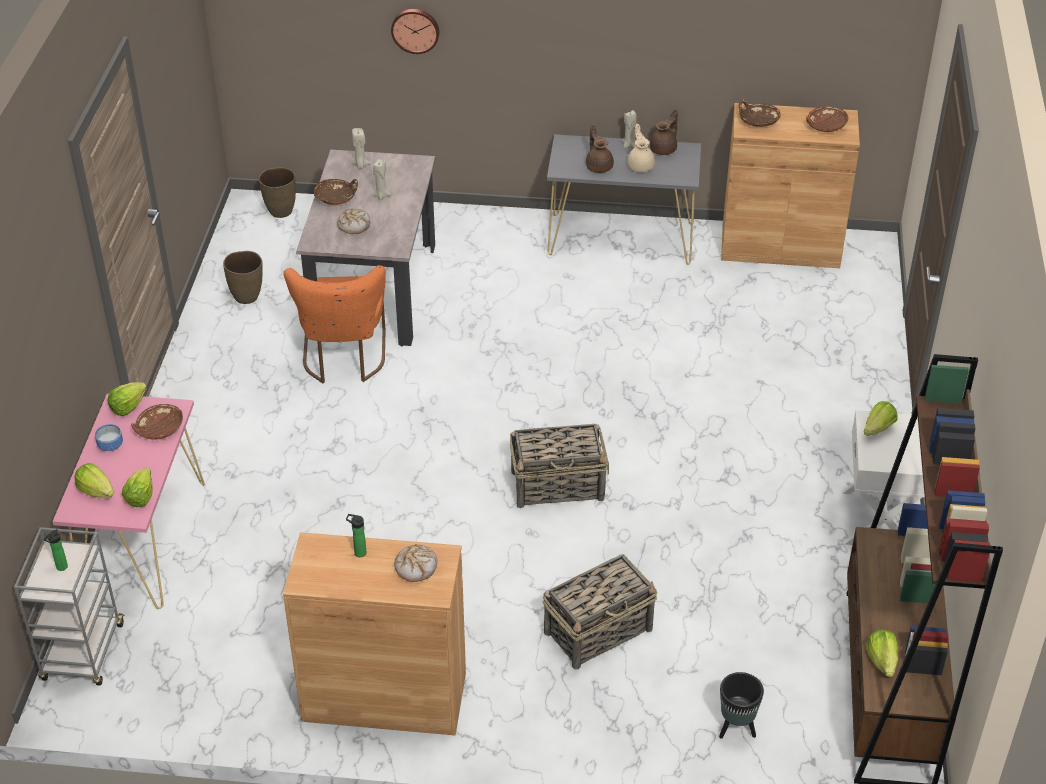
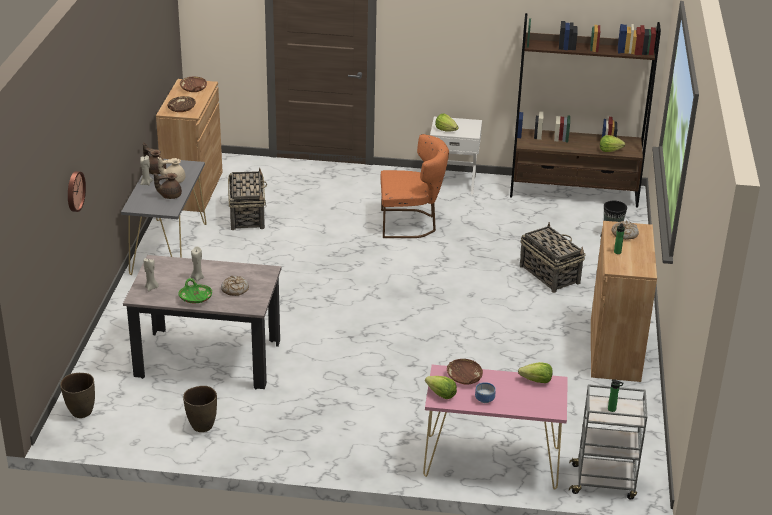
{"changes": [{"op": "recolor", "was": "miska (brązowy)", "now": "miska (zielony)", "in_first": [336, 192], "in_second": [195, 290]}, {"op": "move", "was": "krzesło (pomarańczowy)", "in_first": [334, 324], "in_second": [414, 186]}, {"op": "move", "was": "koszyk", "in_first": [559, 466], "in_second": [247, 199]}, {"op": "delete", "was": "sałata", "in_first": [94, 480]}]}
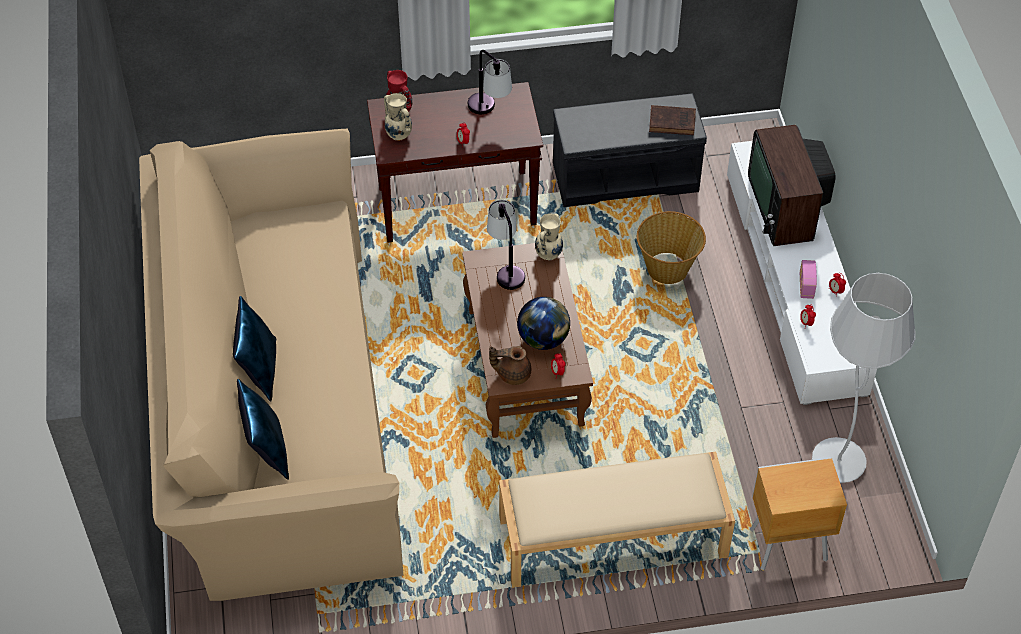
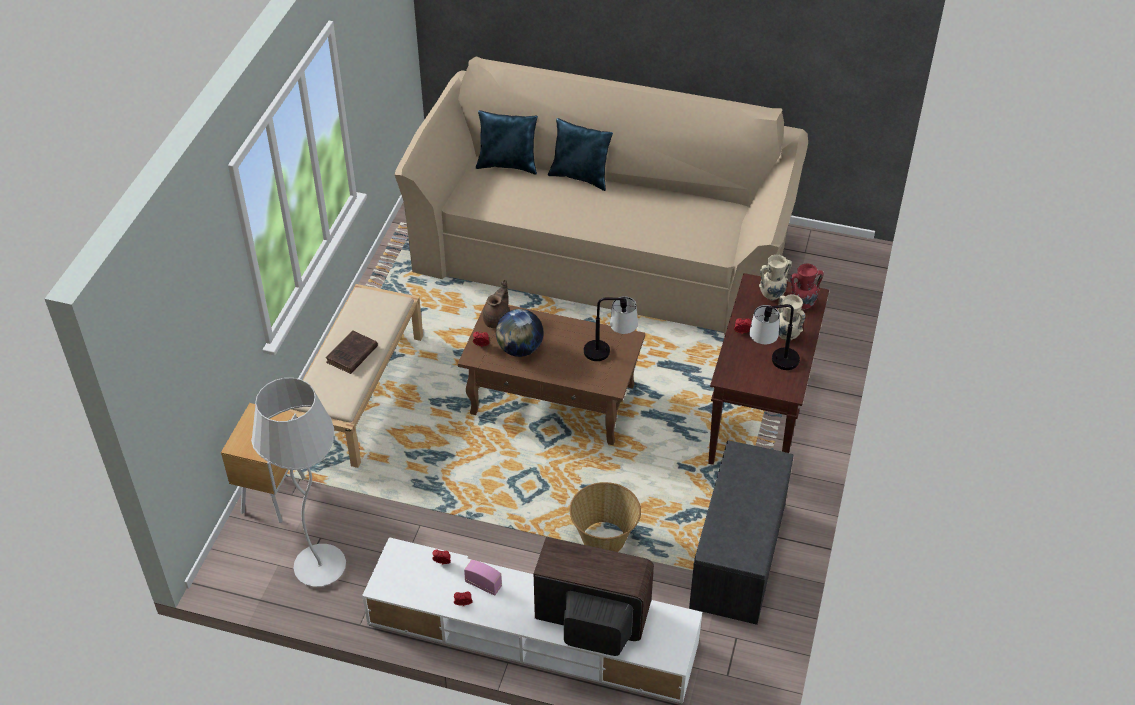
{"changes": [{"op": "move", "was": "książka (brązowy)", "in_first": [672, 120], "in_second": [352, 352]}, {"op": "move", "was": "wazon (beżowy)", "in_first": [549, 237], "in_second": [791, 317]}]}
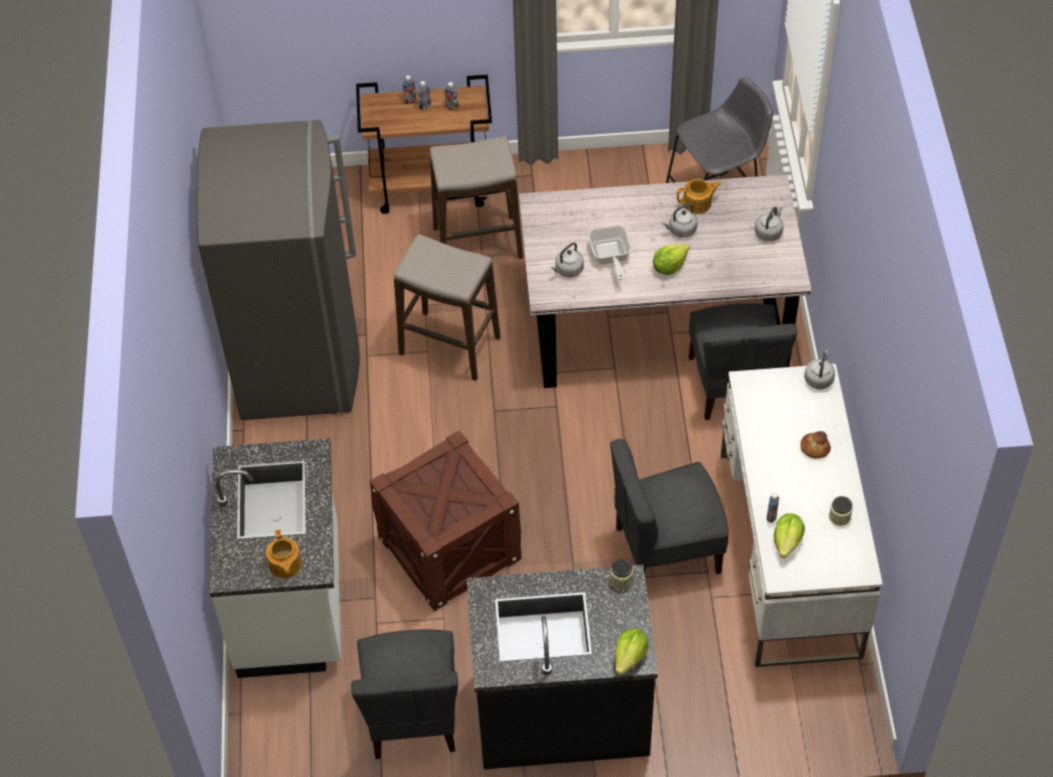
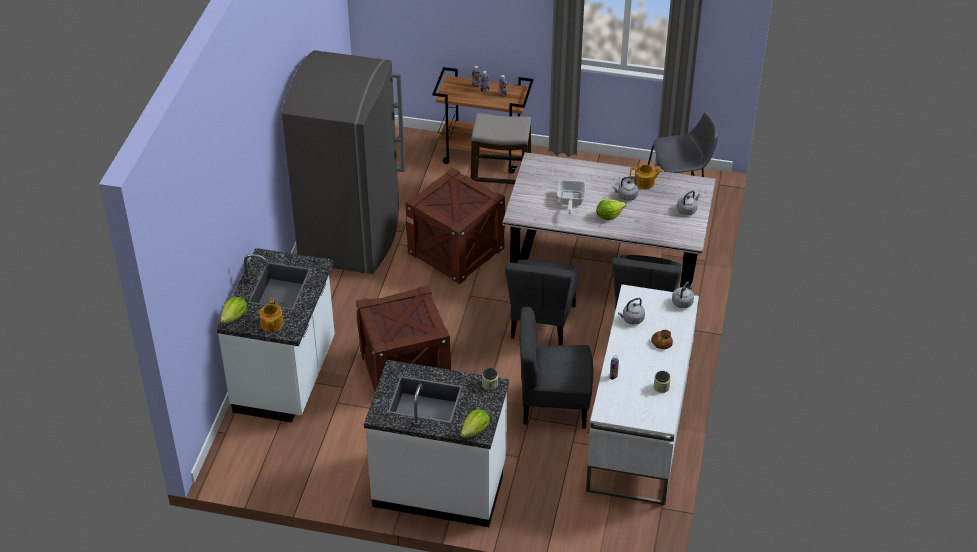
{"changes": [{"op": "replace", "was": "stołek", "now": "skrzynka", "in_first": [447, 308], "in_second": [455, 226]}, {"op": "move", "was": "czajnik (szary)", "in_first": [567, 259], "in_second": [631, 311]}, {"op": "move", "was": "sałata", "in_first": [789, 535], "in_second": [233, 310]}, {"op": "recolor", "was": "zabudowa kuchenna (czarny)", "now": "zabudowa kuchenna (biały)", "in_first": [562, 667], "in_second": [436, 443]}, {"op": "move", "was": "krzesło (szary)", "in_first": [404, 694], "in_second": [542, 302]}]}
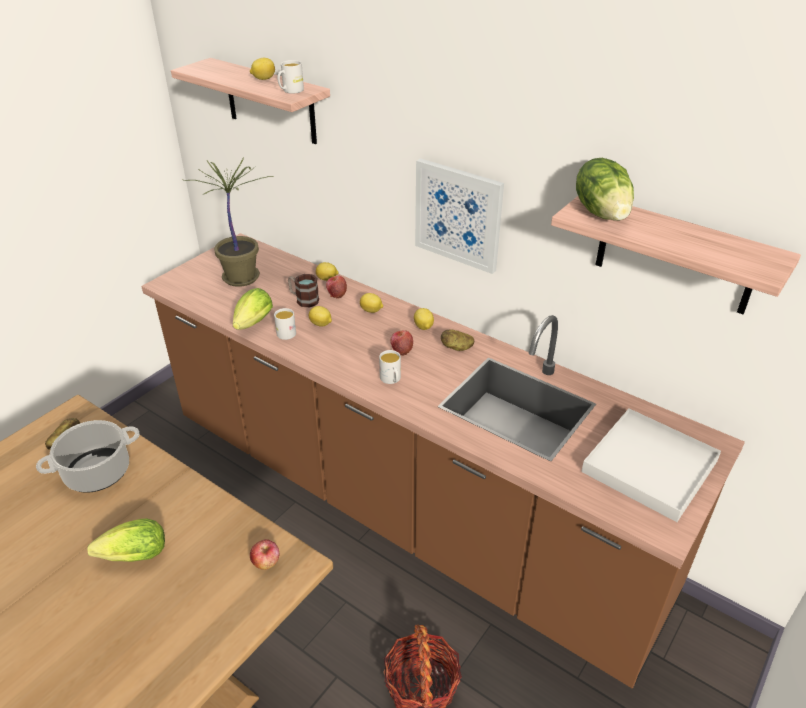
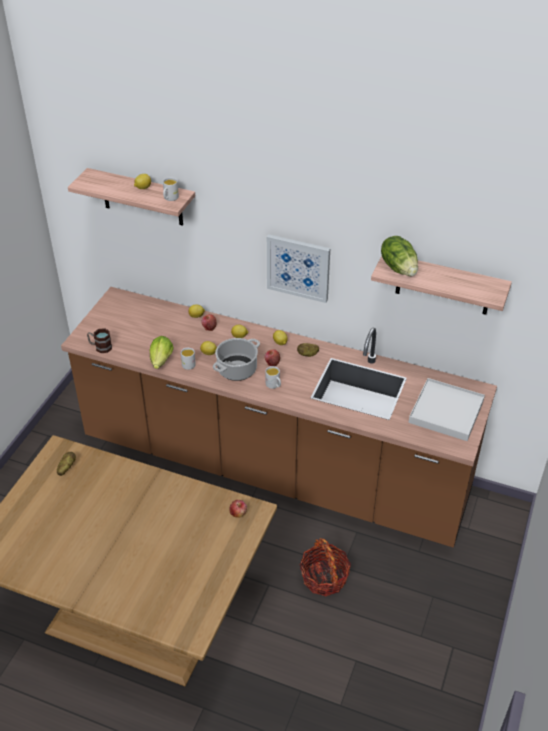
{"changes": [{"op": "delete", "was": "roślina doniczkowa", "in_first": [228, 222]}, {"op": "move", "was": "kubek", "in_first": [303, 290], "in_second": [99, 340]}, {"op": "move", "was": "garnek", "in_first": [88, 456], "in_second": [236, 359]}, {"op": "delete", "was": "sałata", "in_first": [126, 540]}]}
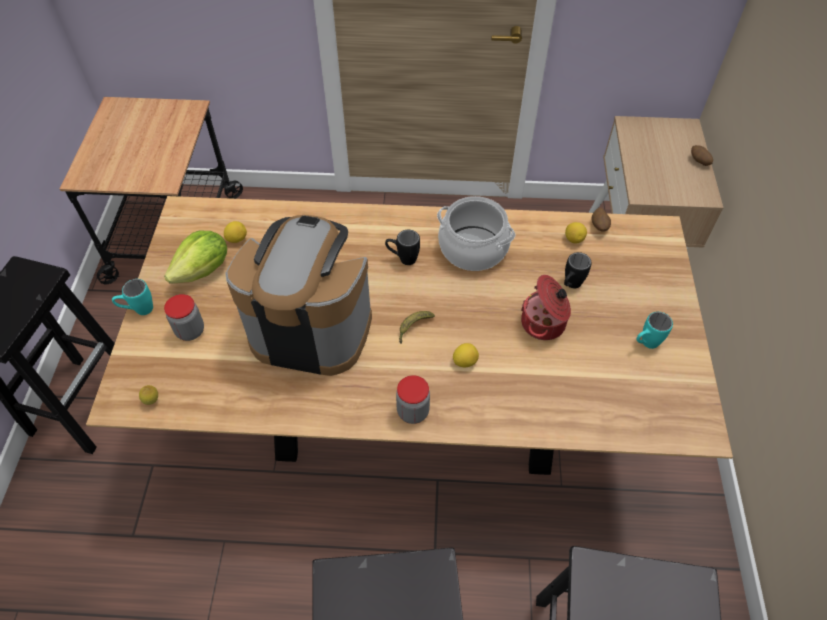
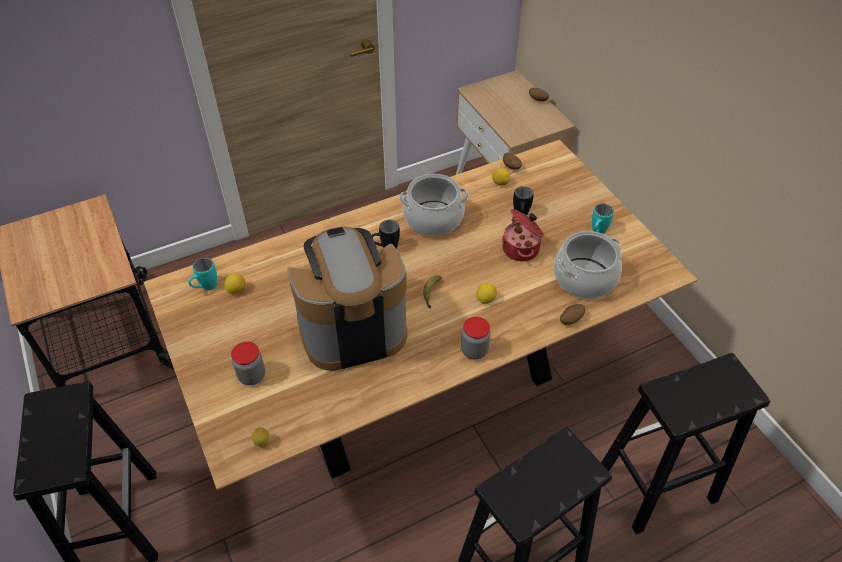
{"changes": [{"op": "delete", "was": "sałata", "in_first": [195, 257]}, {"op": "move", "was": "kubek (turkusowy)", "in_first": [132, 297], "in_second": [202, 274]}, {"op": "insert", "now": "garnek", "in_second": [588, 265]}, {"op": "insert", "now": "ziemniak", "in_second": [572, 314]}]}
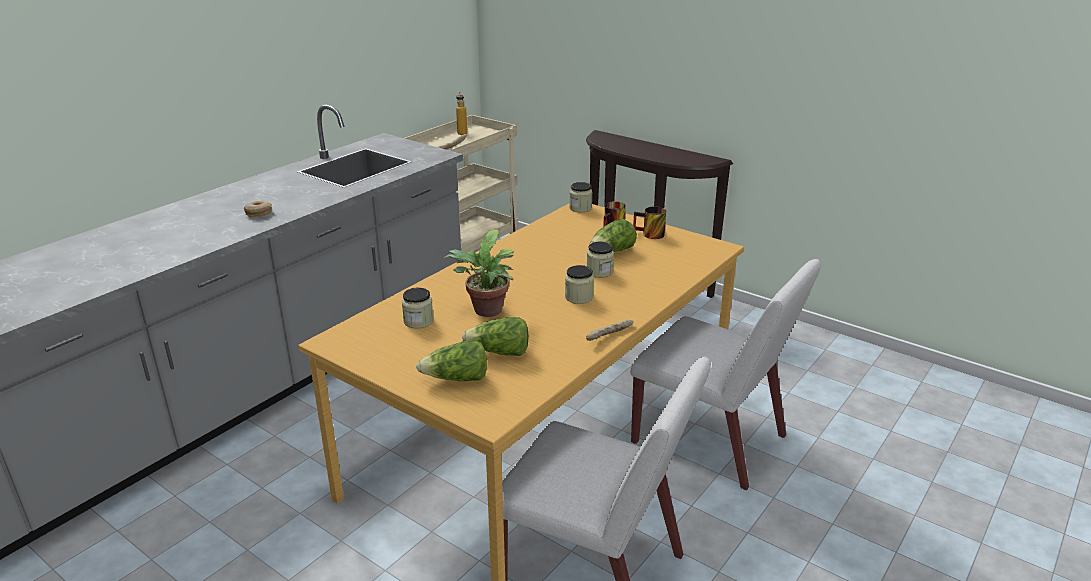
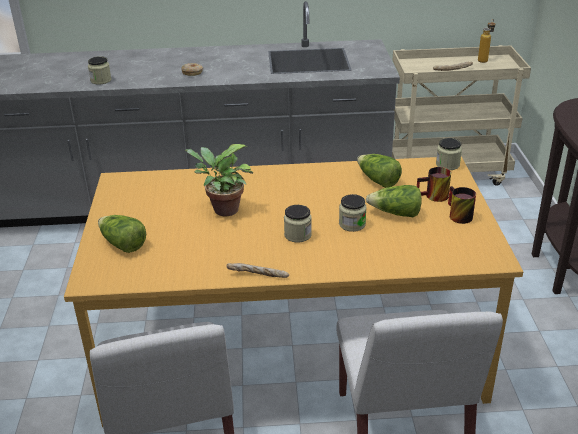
{"changes": [{"op": "move", "was": "słoik", "in_first": [418, 308], "in_second": [99, 70]}, {"op": "move", "was": "sałata", "in_first": [495, 336], "in_second": [379, 171]}]}
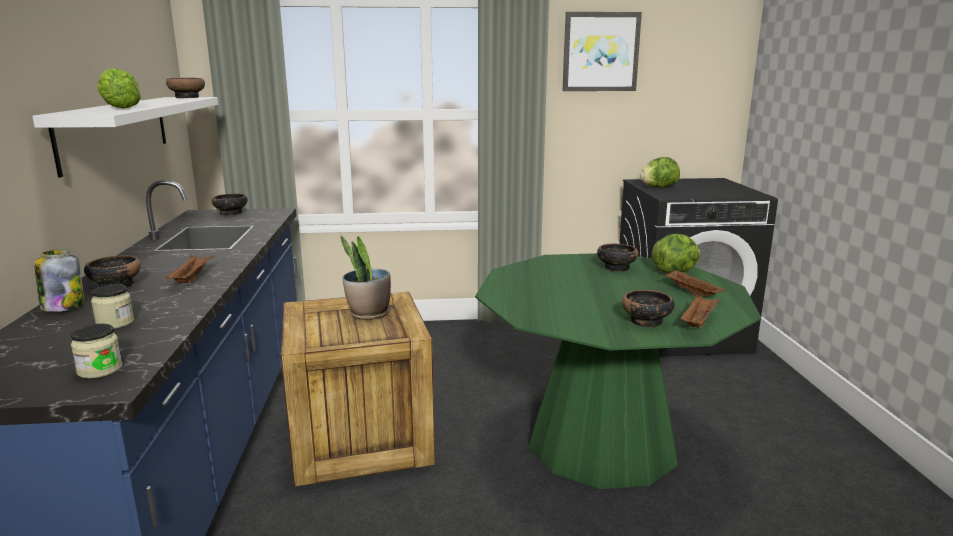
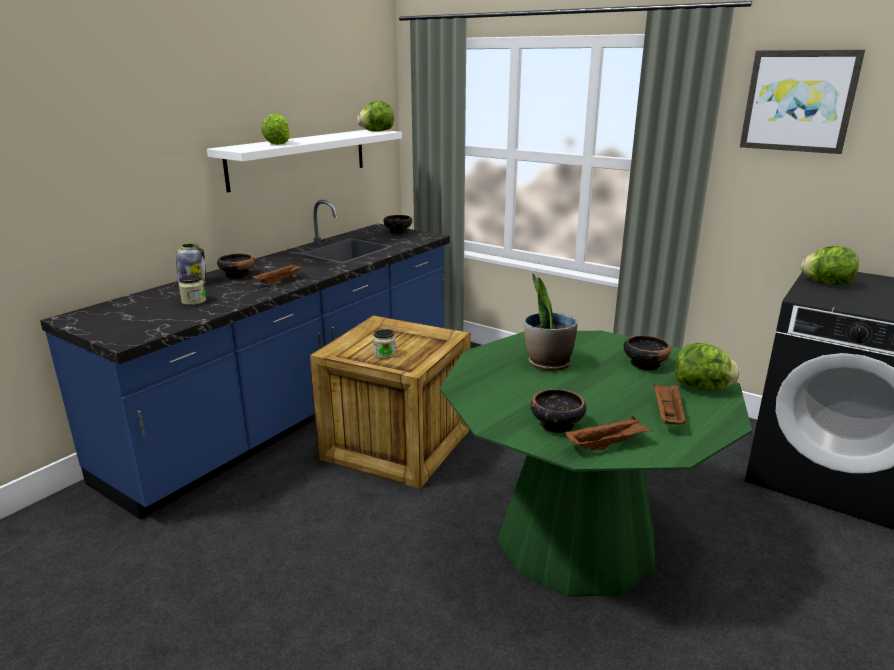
{"changes": [{"op": "replace", "was": "miska", "now": "sałata", "in_first": [185, 88], "in_second": [375, 116]}, {"op": "move", "was": "roślina doniczkowa", "in_first": [366, 278], "in_second": [551, 322]}, {"op": "move", "was": "słoik", "in_first": [96, 351], "in_second": [384, 344]}]}
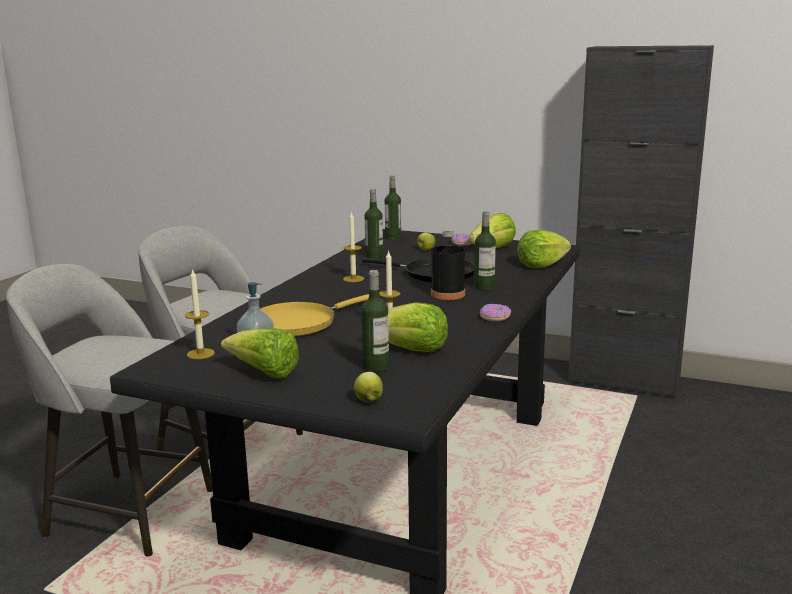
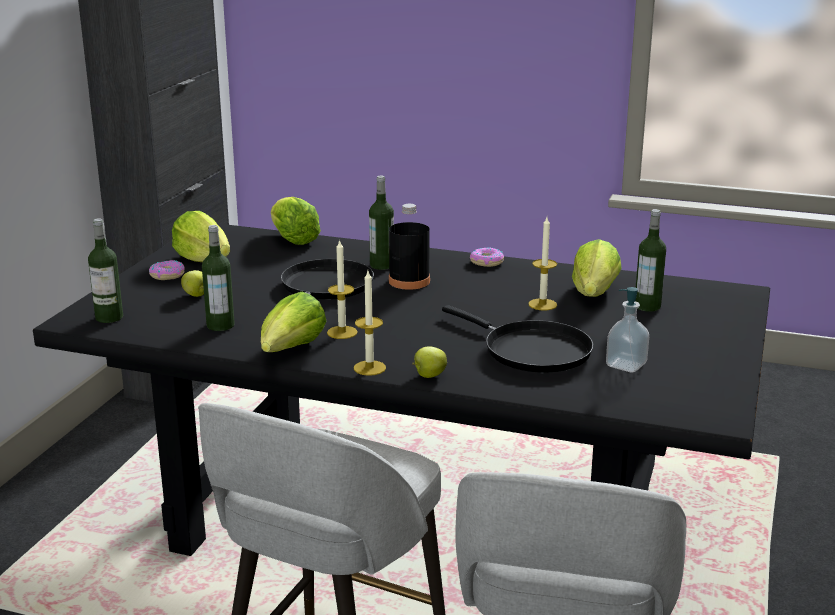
{"changes": [{"op": "move", "was": "świeca", "in_first": [200, 313], "in_second": [370, 323]}, {"op": "recolor", "was": "patelnia (żółty)", "now": "patelnia (czarny)", "in_first": [314, 315], "in_second": [517, 339]}, {"op": "move", "was": "sałata", "in_first": [260, 353], "in_second": [294, 322]}, {"op": "move", "was": "jabłko", "in_first": [368, 387], "in_second": [429, 362]}]}
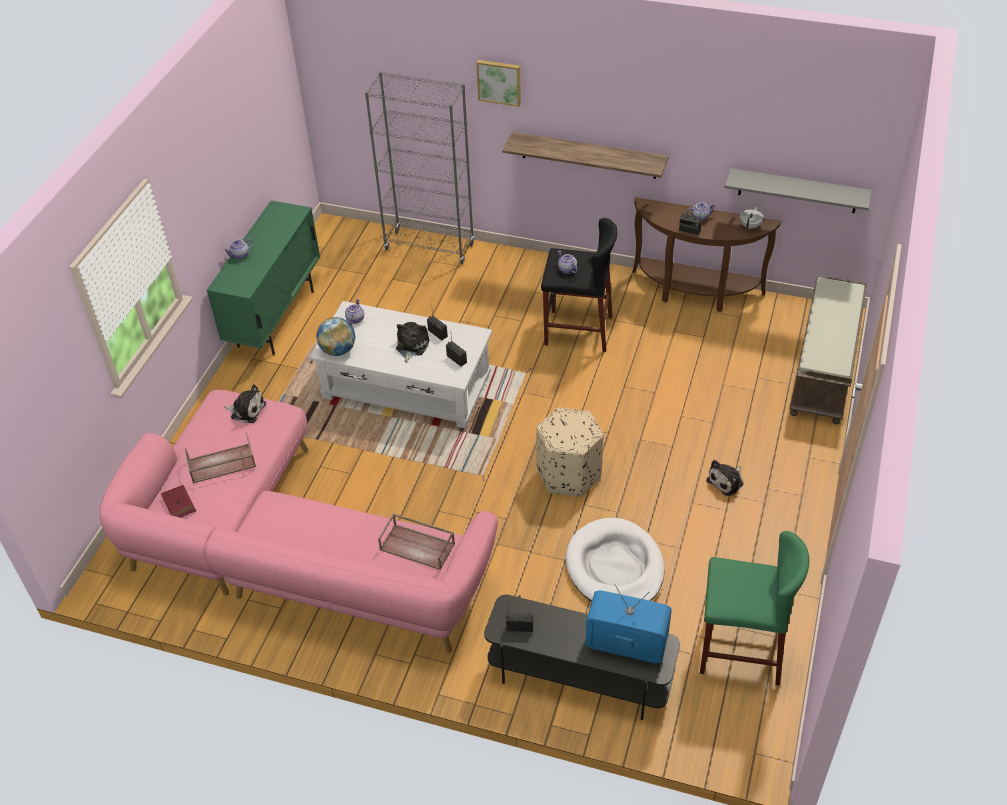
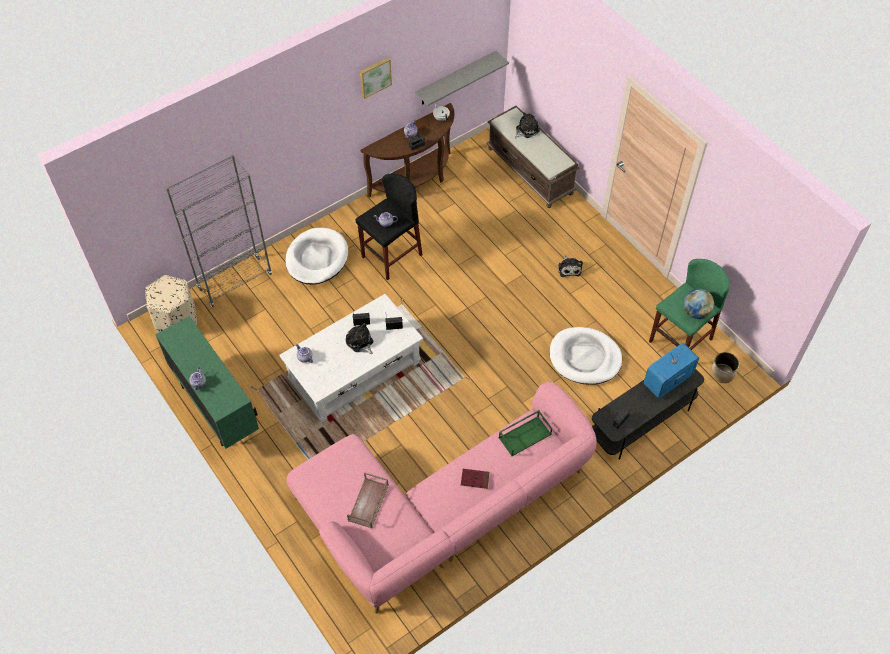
{"changes": [{"op": "move", "was": "obraz", "in_first": [498, 83], "in_second": [376, 78]}, {"op": "delete", "was": "półka", "in_first": [585, 155]}, {"op": "move", "was": "globus", "in_first": [336, 336], "in_second": [698, 304]}, {"op": "move", "was": "pluszak", "in_first": [244, 403], "in_second": [527, 125]}, {"op": "move", "was": "pufa (beżowy)", "in_first": [570, 452], "in_second": [171, 304]}, {"op": "move", "was": "książka (czerwony)", "in_first": [178, 501], "in_second": [475, 479]}, {"op": "recolor", "was": "taca (brązowy)", "now": "taca (zielony)", "in_first": [416, 541], "in_second": [525, 433]}, {"op": "insert", "now": "legowisko (biały)", "in_second": [316, 256]}, {"op": "insert", "now": "donica", "in_second": [724, 367]}]}
